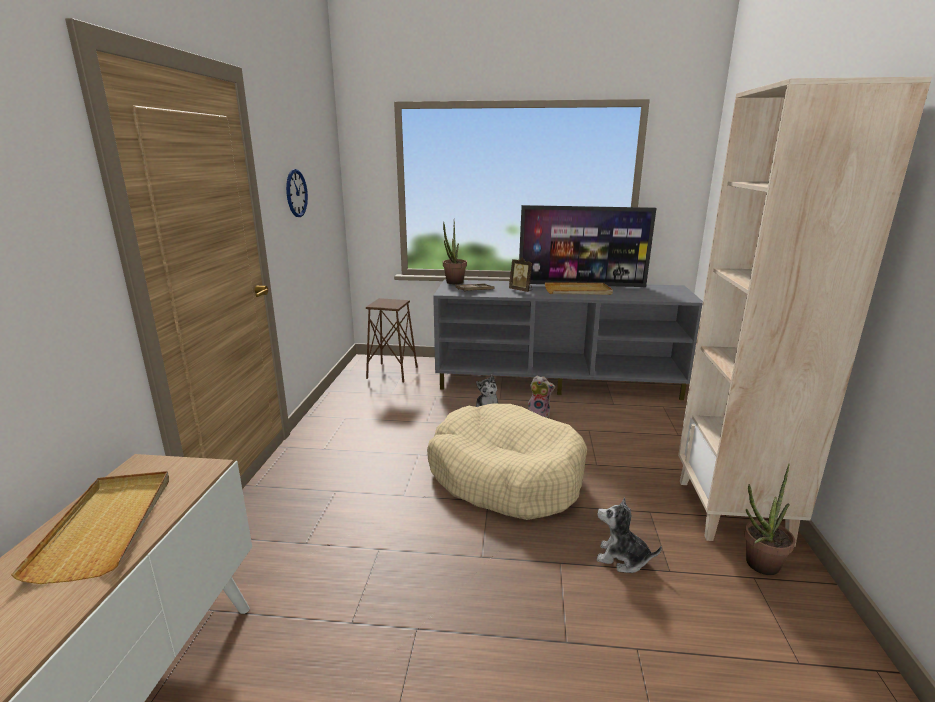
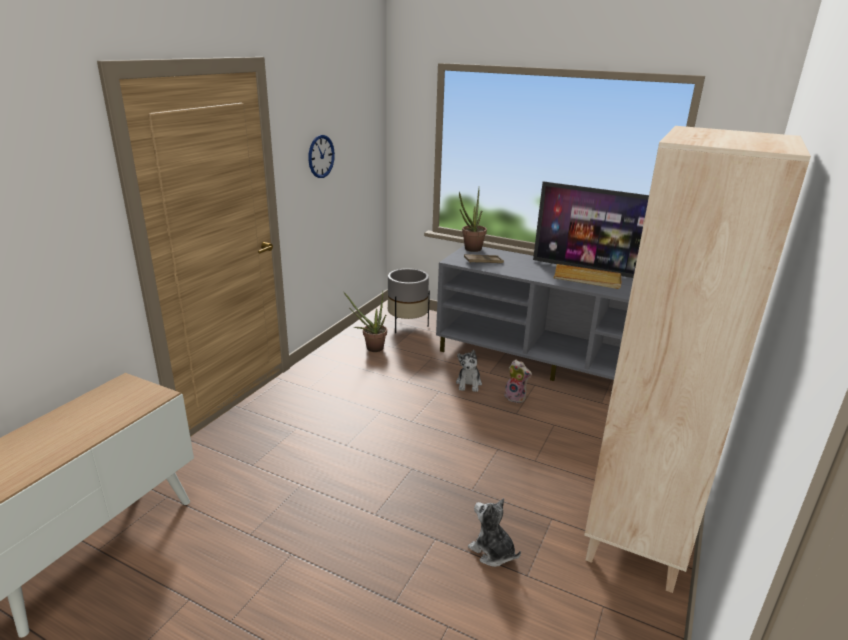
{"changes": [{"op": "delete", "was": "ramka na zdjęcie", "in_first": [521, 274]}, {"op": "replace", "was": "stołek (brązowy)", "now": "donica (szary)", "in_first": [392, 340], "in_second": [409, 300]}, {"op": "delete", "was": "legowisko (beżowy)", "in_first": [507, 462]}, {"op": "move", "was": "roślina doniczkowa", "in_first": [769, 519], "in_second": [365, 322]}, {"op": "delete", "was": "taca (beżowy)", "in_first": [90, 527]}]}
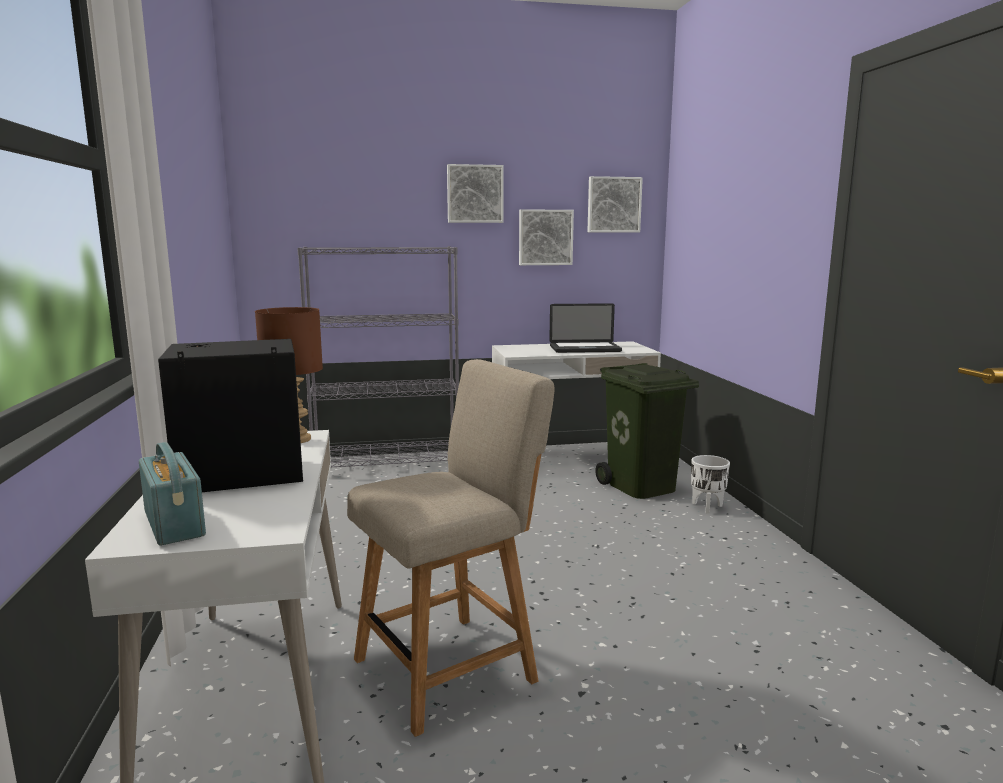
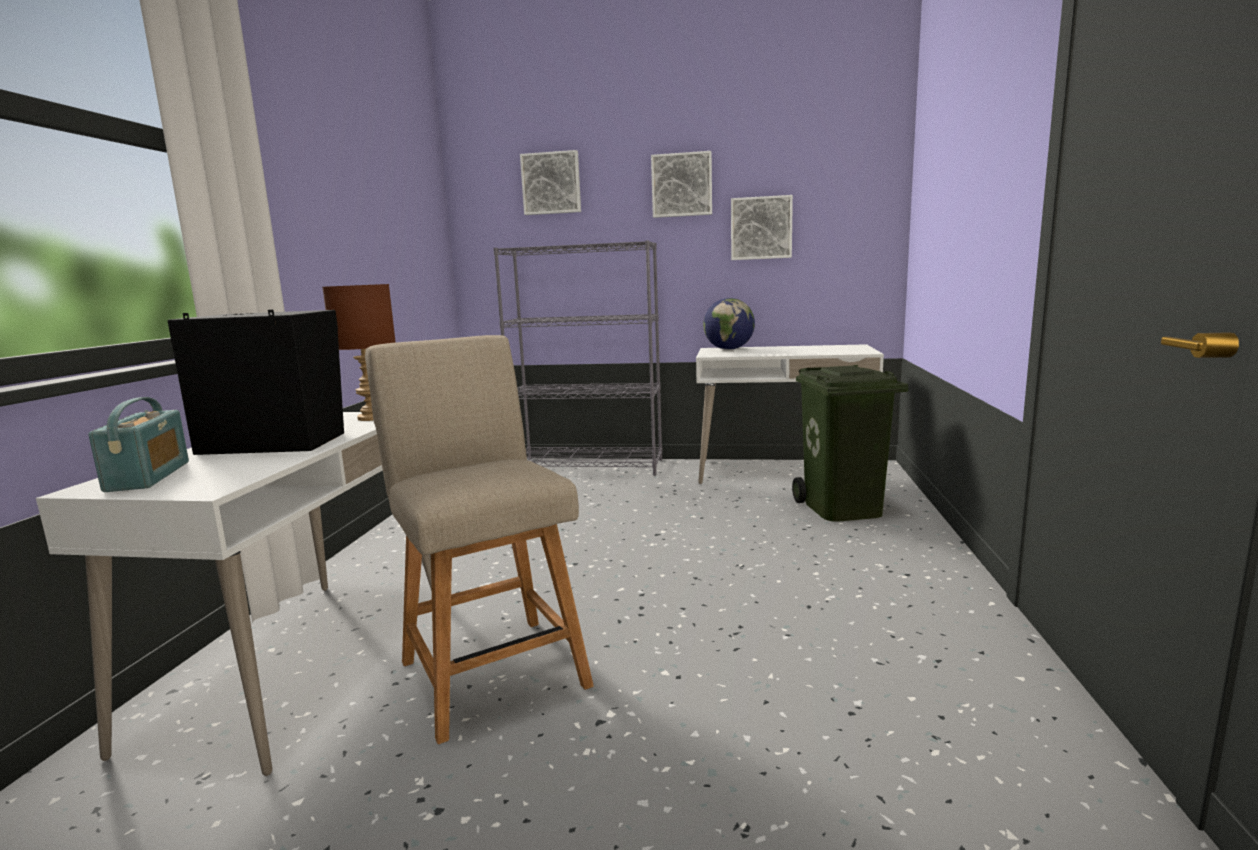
{"changes": [{"op": "move", "was": "obraz", "in_first": [615, 204], "in_second": [550, 182]}, {"op": "delete", "was": "laptop", "in_first": [585, 328]}, {"op": "rotate", "was": "krzesło (beżowy)", "in_first": [451, 548], "in_second": [479, 539], "clockwise": -105}, {"op": "delete", "was": "donica (biały)", "in_first": [710, 484]}, {"op": "insert", "now": "globus", "in_second": [729, 324]}]}
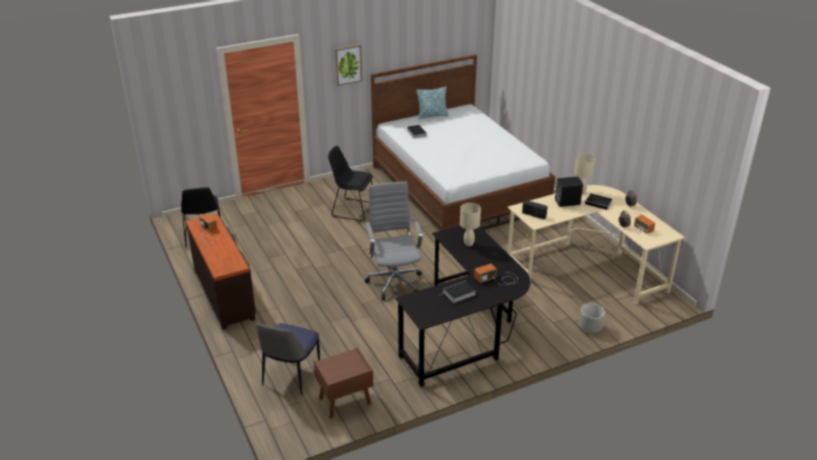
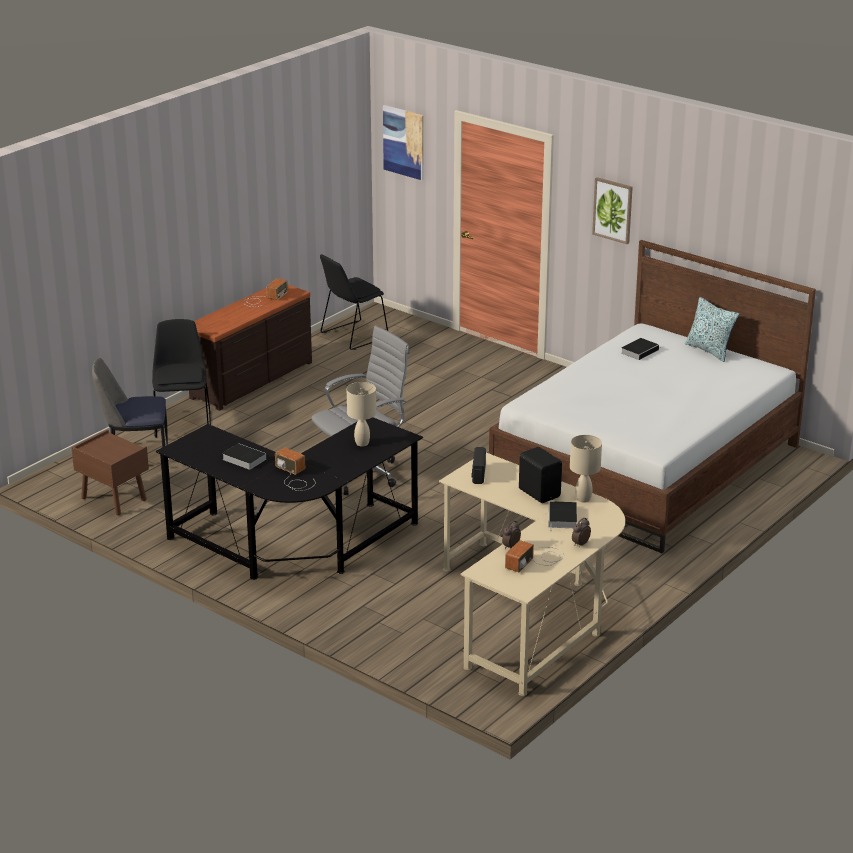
{"changes": [{"op": "move", "was": "krzesło (czarny)", "in_first": [350, 184], "in_second": [181, 378]}, {"op": "delete", "was": "donica (szary)", "in_first": [592, 318]}, {"op": "insert", "now": "obraz", "in_second": [403, 142]}]}
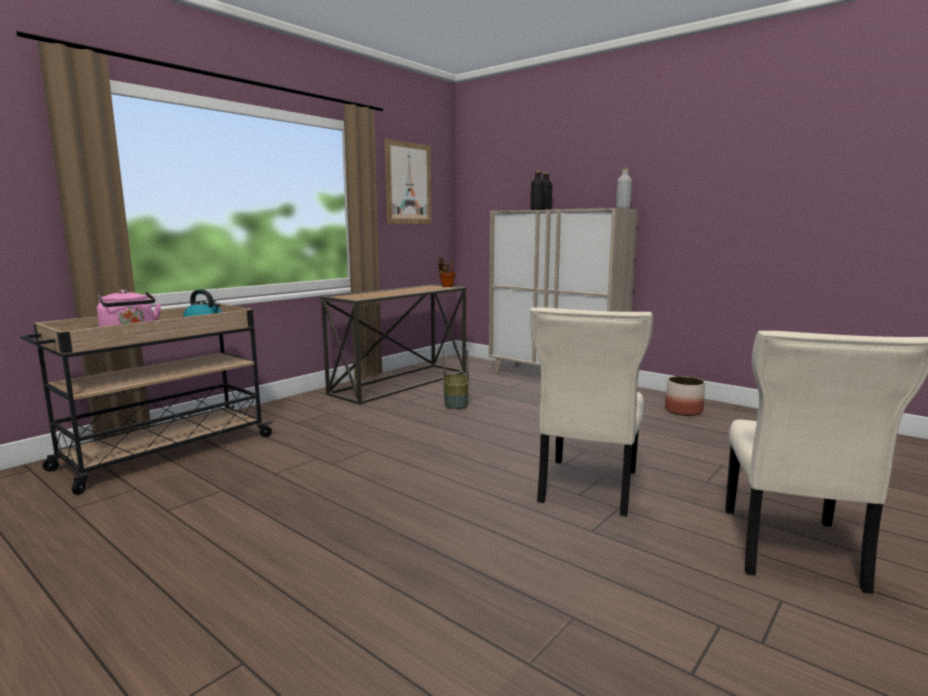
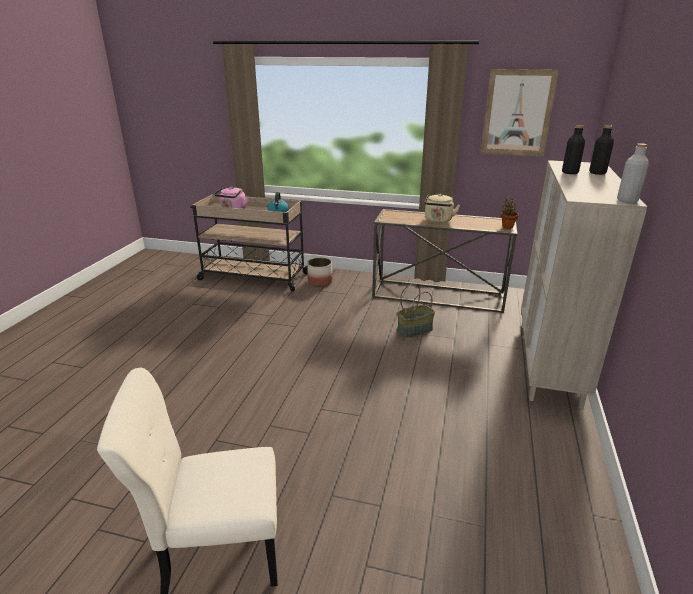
{"changes": [{"op": "delete", "was": "krzesło (beżowy)", "in_first": [591, 412]}, {"op": "move", "was": "donica", "in_first": [685, 396], "in_second": [319, 272]}, {"op": "insert", "now": "czajnik (beżowy)", "in_second": [442, 208]}]}
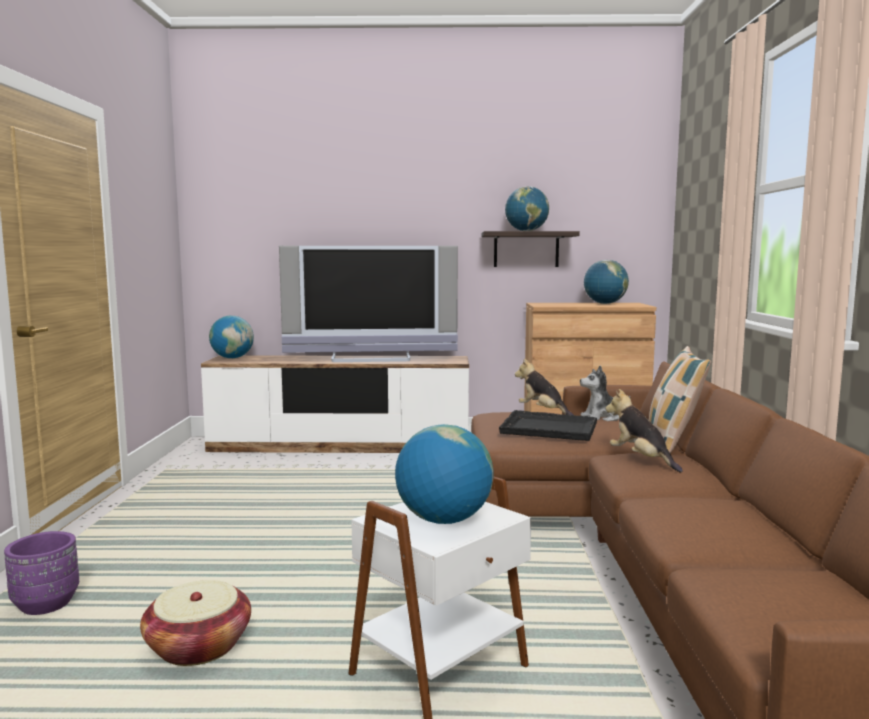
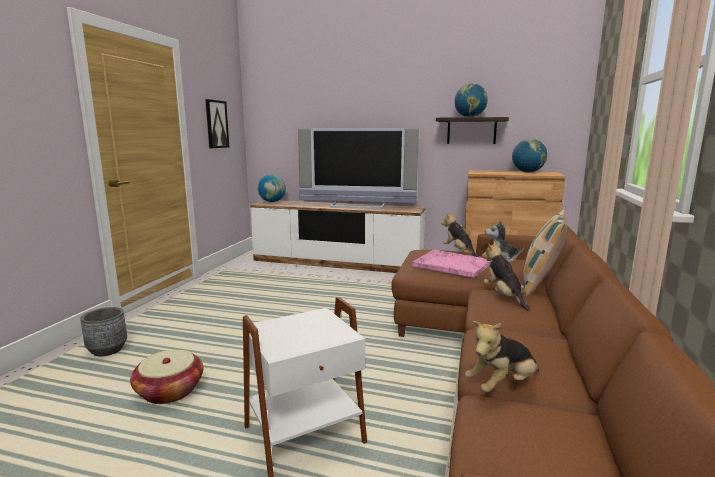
{"changes": [{"op": "recolor", "was": "taca (czarny)", "now": "taca (różowy)", "in_first": [548, 425], "in_second": [451, 264]}, {"op": "delete", "was": "globus", "in_first": [444, 474]}, {"op": "recolor", "was": "donica (fioletowy)", "now": "donica (szary)", "in_first": [41, 573], "in_second": [103, 332]}, {"op": "insert", "now": "obraz", "in_second": [217, 123]}, {"op": "insert", "now": "pluszak", "in_second": [502, 357]}]}
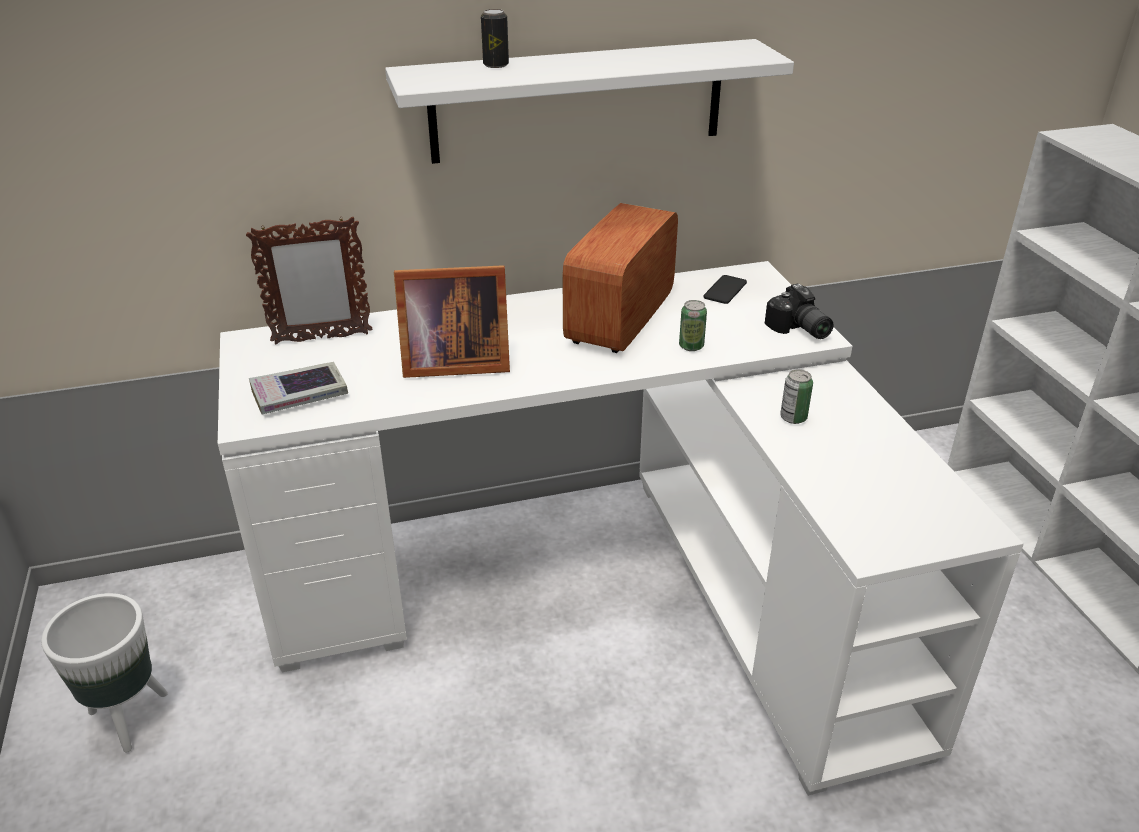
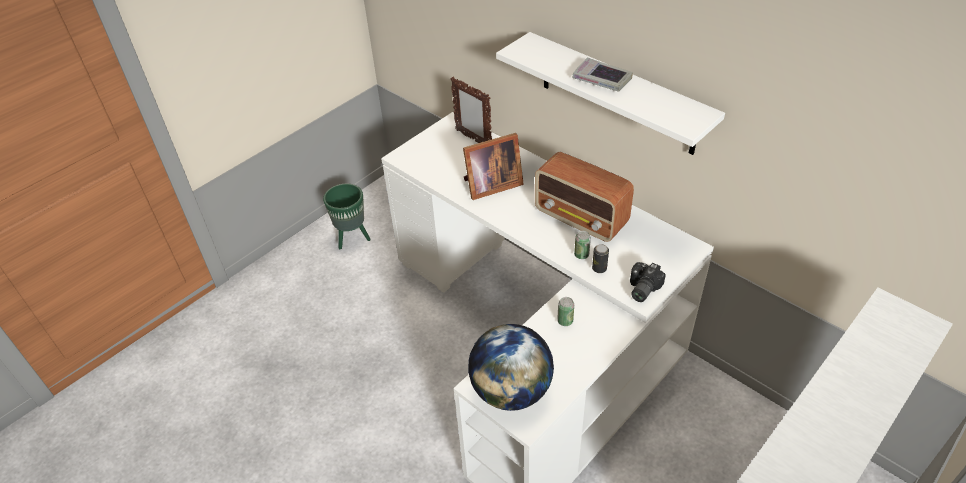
{"changes": [{"op": "move", "was": "puszka", "in_first": [495, 38], "in_second": [600, 258]}, {"op": "rotate", "was": "radio", "in_first": [620, 278], "in_second": [584, 197], "clockwise": -135}, {"op": "rotate", "was": "ramka na zdjęcie", "in_first": [452, 321], "in_second": [493, 166], "clockwise": -75}, {"op": "delete", "was": "telefon", "in_first": [725, 289]}, {"op": "move", "was": "książka", "in_first": [298, 388], "in_second": [603, 74]}, {"op": "recolor", "was": "donica (biały)", "now": "donica (zielony)", "in_first": [104, 672], "in_second": [347, 216]}, {"op": "insert", "now": "globus", "in_second": [511, 367]}]}
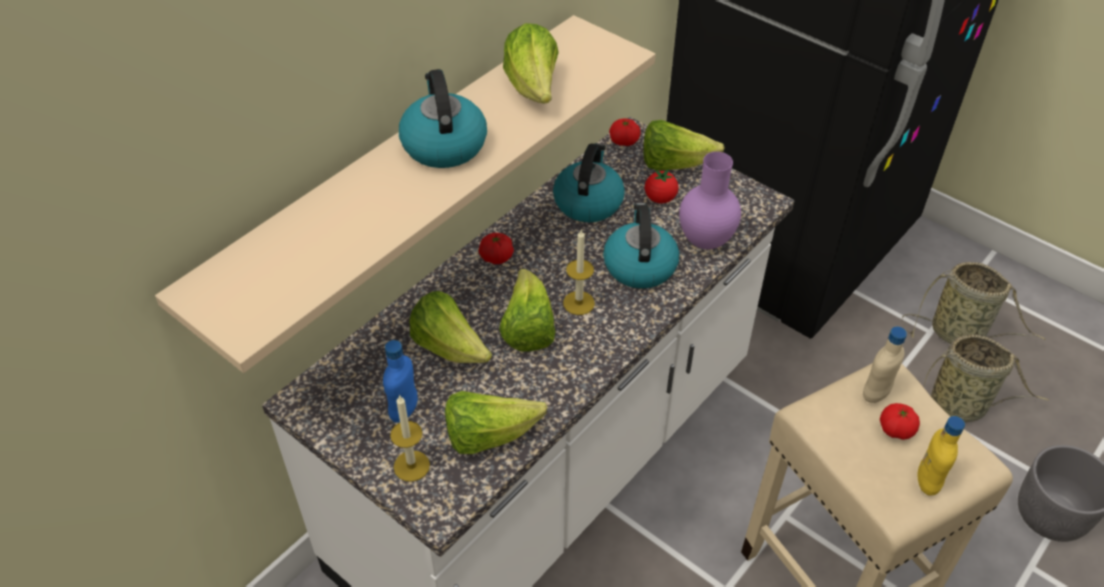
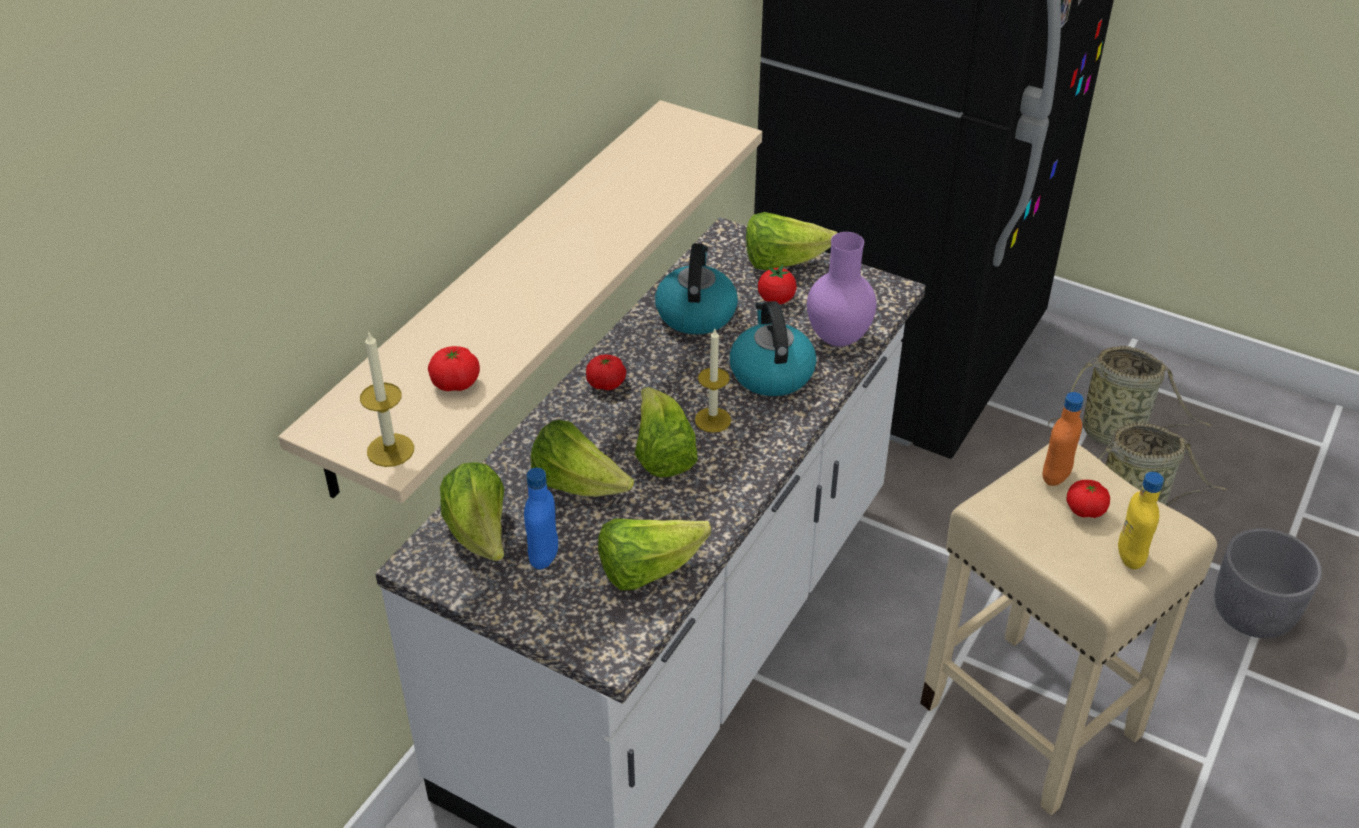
{"changes": [{"op": "move", "was": "sałata", "in_first": [531, 63], "in_second": [472, 511]}, {"op": "delete", "was": "czajnik", "in_first": [443, 118]}, {"op": "move", "was": "pomidor", "in_first": [625, 132], "in_second": [454, 368]}, {"op": "recolor", "was": "butelka (beżowy)", "now": "butelka (pomarańczowy)", "in_first": [885, 365], "in_second": [1063, 439]}, {"op": "move", "was": "świeca", "in_first": [410, 438], "in_second": [387, 399]}]}
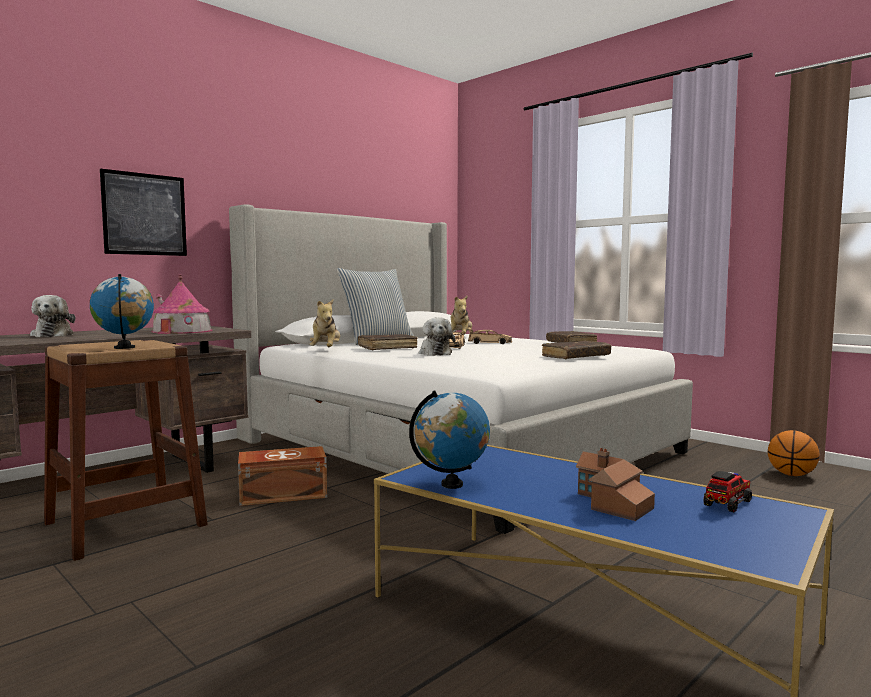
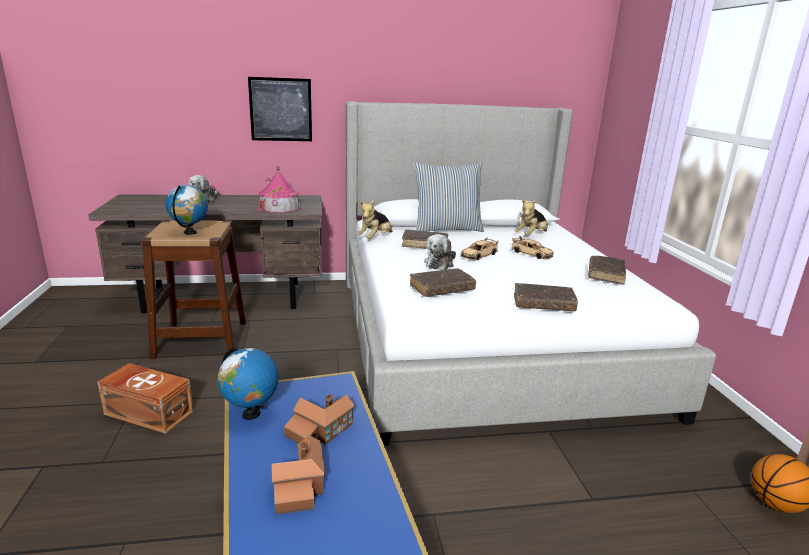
{"changes": [{"op": "move", "was": "pojemnik do przechowywania (brązowy)", "in_first": [282, 476], "in_second": [145, 398]}, {"op": "delete", "was": "ciężarówka zabawkowa", "in_first": [727, 491]}, {"op": "insert", "now": "książka (brązowy)", "in_second": [443, 282]}, {"op": "insert", "now": "domek", "in_second": [319, 419]}]}
